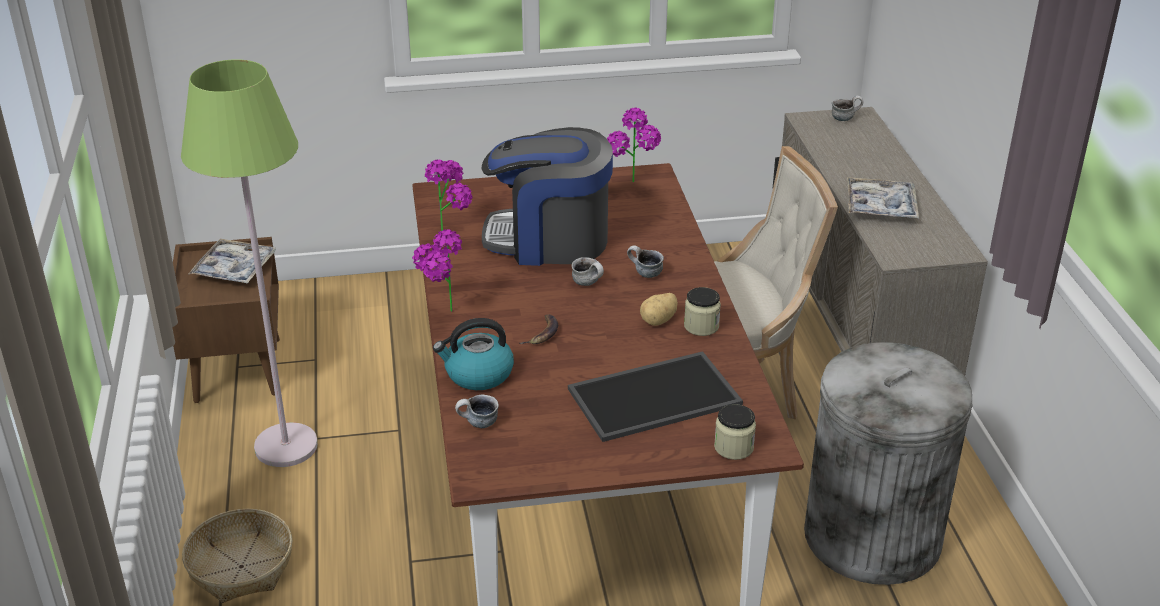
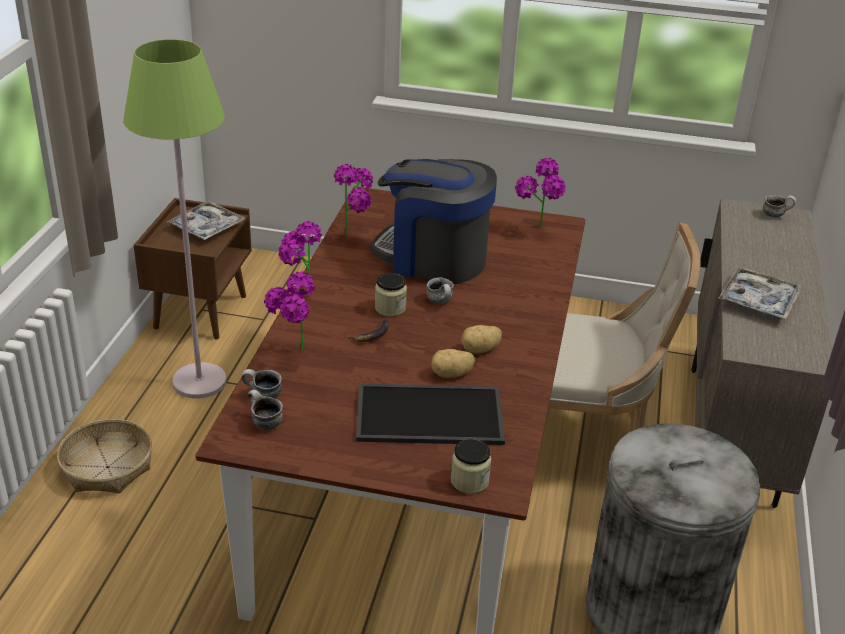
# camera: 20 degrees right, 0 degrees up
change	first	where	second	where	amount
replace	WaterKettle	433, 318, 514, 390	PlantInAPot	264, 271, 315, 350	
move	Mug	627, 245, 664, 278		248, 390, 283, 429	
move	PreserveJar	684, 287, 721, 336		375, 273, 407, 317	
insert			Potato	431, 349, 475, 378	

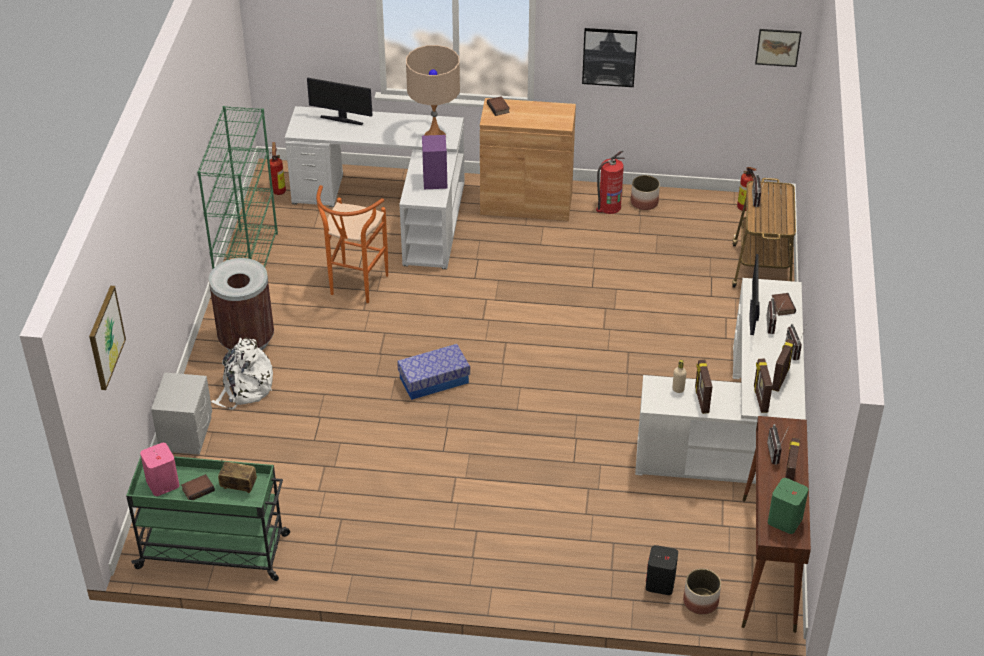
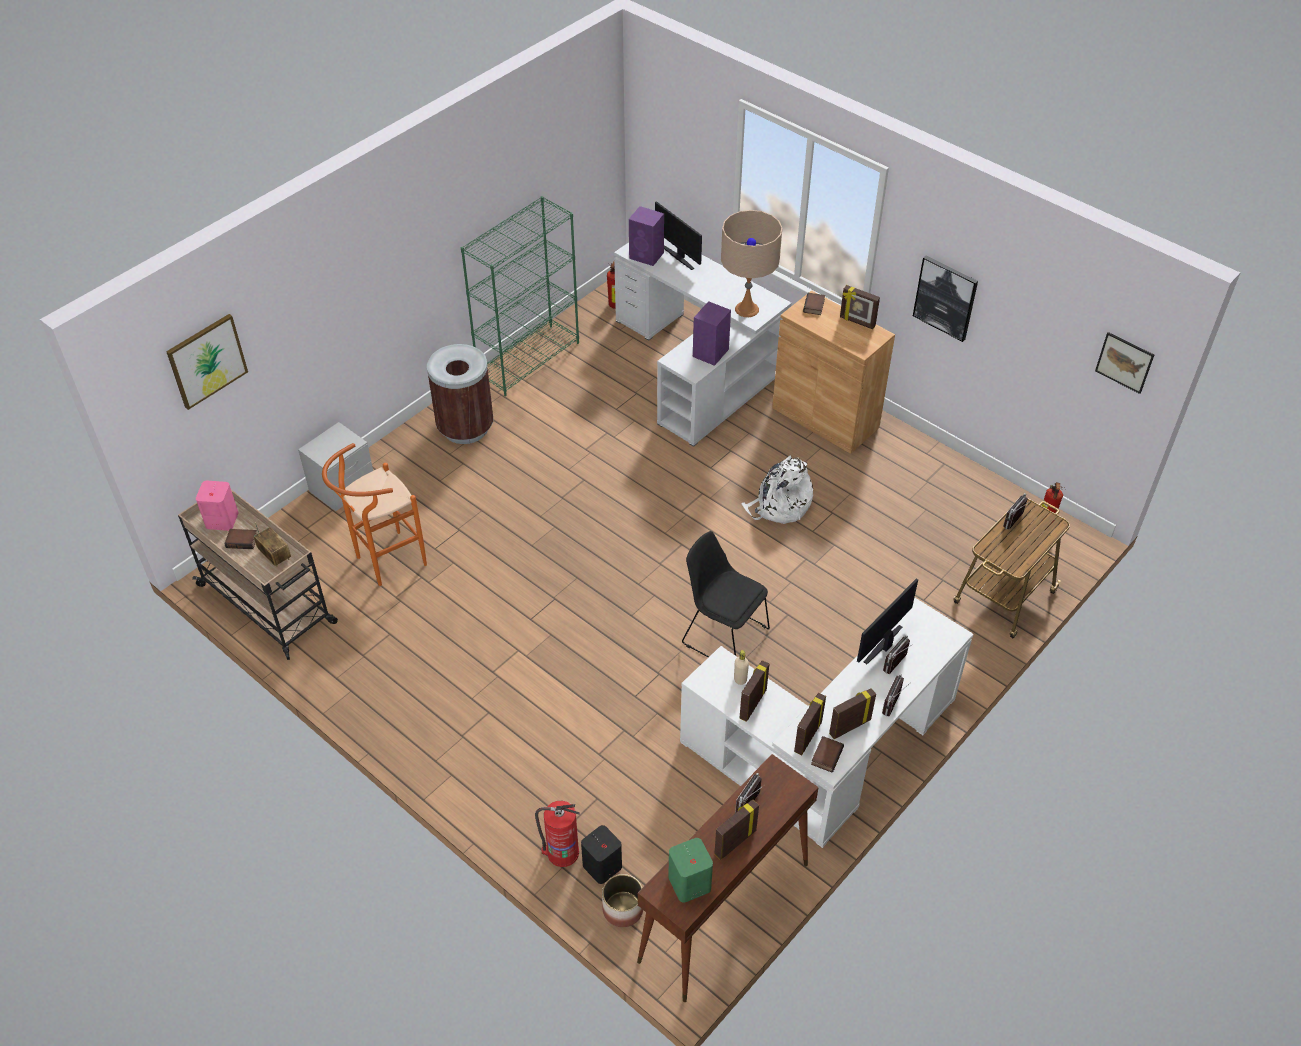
# camera: 35 degrees right, 5 degrees up
change	first	where	second	where	amount
recolor	GreenishWheeledCart	126, 456, 290, 581	BeigeWheeledCart	178, 490, 338, 660	
move	WhitishKnapsack	211, 338, 273, 410		741, 456, 813, 524	
move	OrangeColouredStool	316, 185, 388, 303		322, 443, 427, 586	
delete	StorageBin	397, 344, 470, 400			
move	FireExtinguisher	596, 151, 625, 214		535, 801, 580, 867	
delete	FlowerPot	631, 175, 660, 210			
move	BoundBook	771, 293, 796, 316		811, 736, 844, 772	
insert			PurpleAudioSpeaker	629, 206, 664, 266	
insert			BlackPlainChair	682, 531, 770, 657	
insert			PhotoFrame	840, 285, 880, 329	

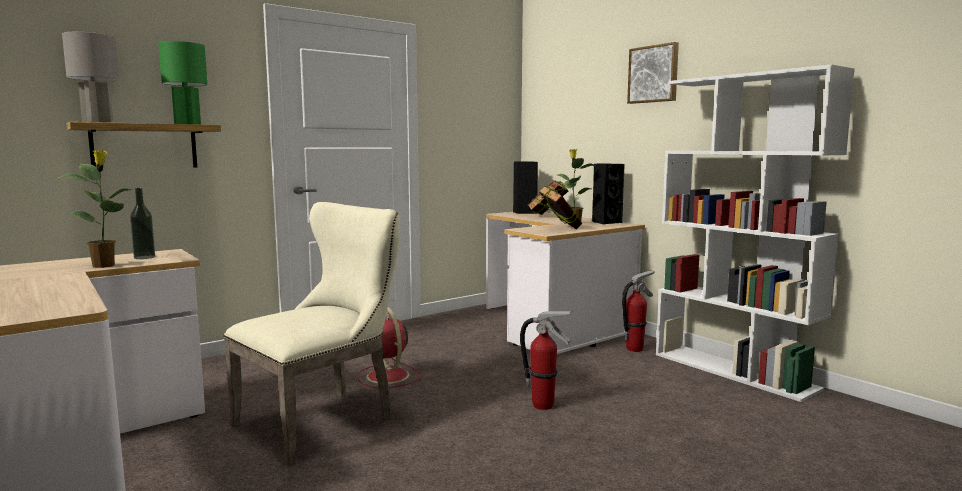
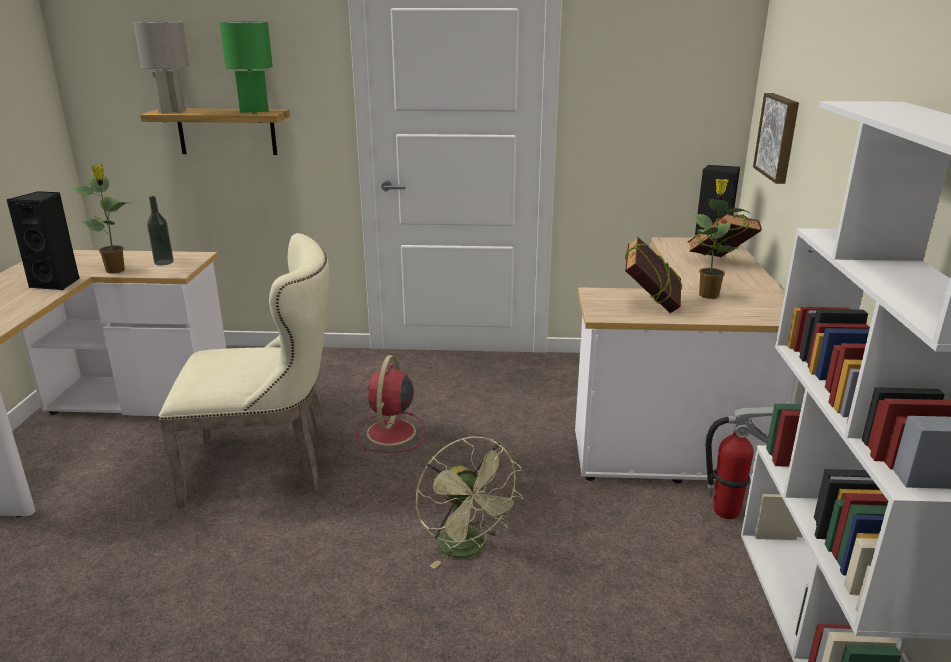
# camera: 40 degrees right, 15 degrees up
change	first	where	second	where	amount
replace	FireExtinguisher	520, 311, 573, 410	GreenishFan	416, 436, 523, 568	
move	BlackAudioSpeaker	592, 163, 625, 224		7, 191, 80, 291	
move	WallArt	627, 42, 679, 104		753, 93, 799, 184	

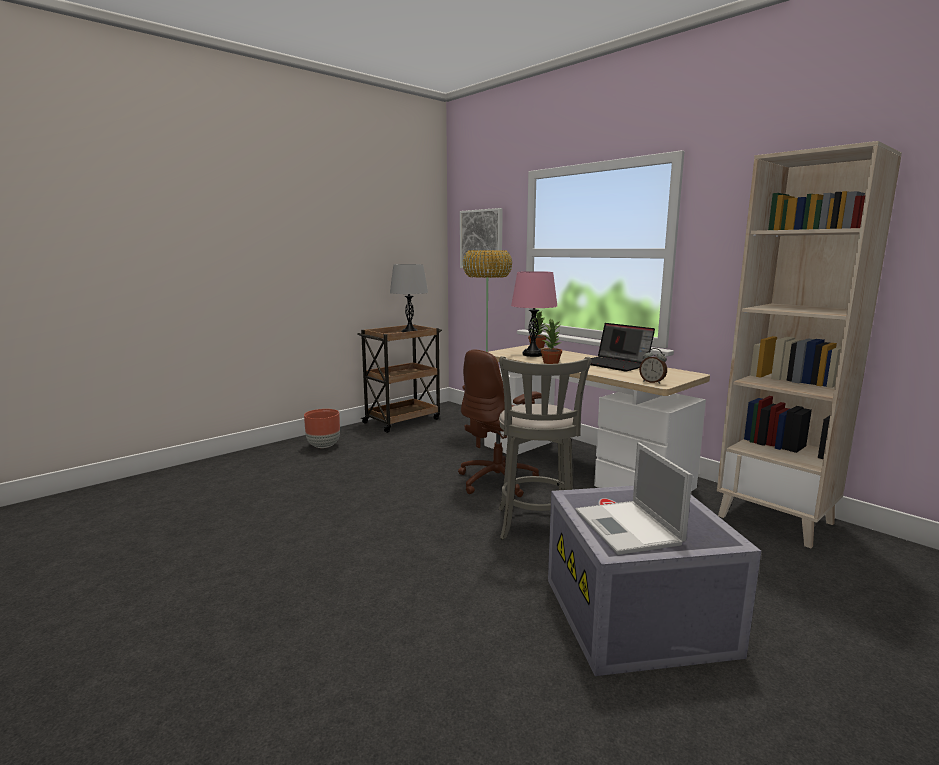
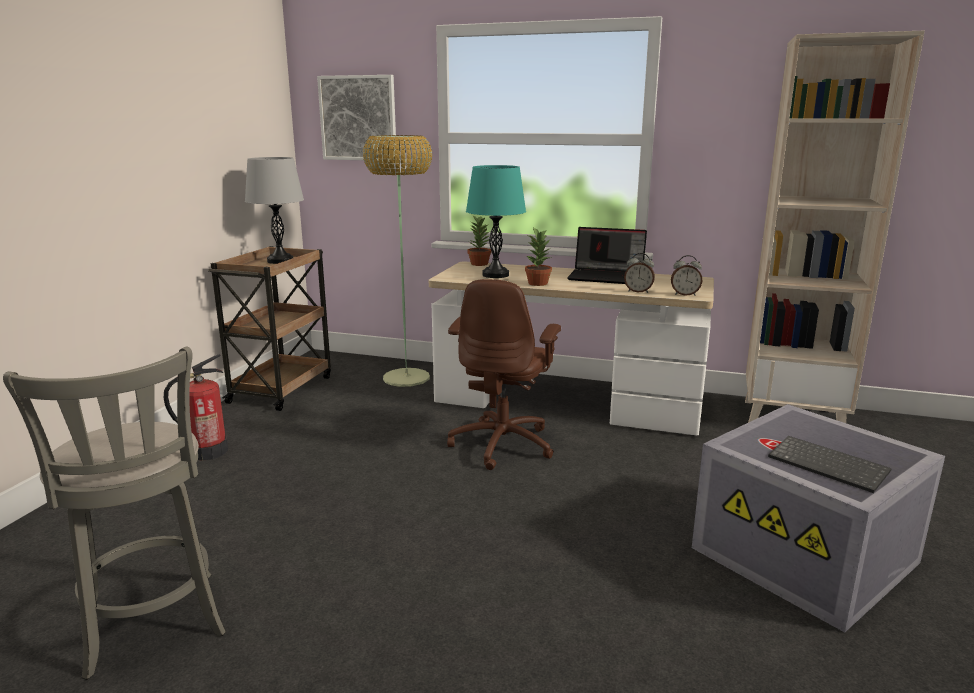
# camera: 30 degrees left, 5 degrees up
change	first	where	second	where	amount
replace	BrownFlowerPot	304, 409, 340, 448	FireExtinguisher	164, 354, 228, 461	
move	GreyStool	499, 356, 591, 540		3, 346, 226, 680	
recolor	PinkishTabletopLamp	511, 271, 557, 357	TurquoiseTabletopLamp	466, 165, 526, 278	
replace	Laptop	576, 442, 693, 555	Keyboard	768, 436, 892, 493	
insert			BedsideClock	624, 253, 655, 293	

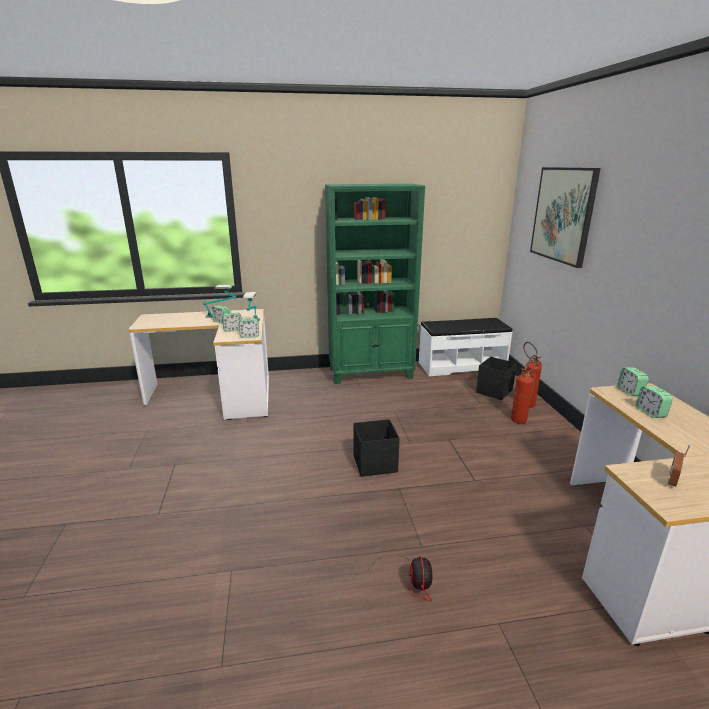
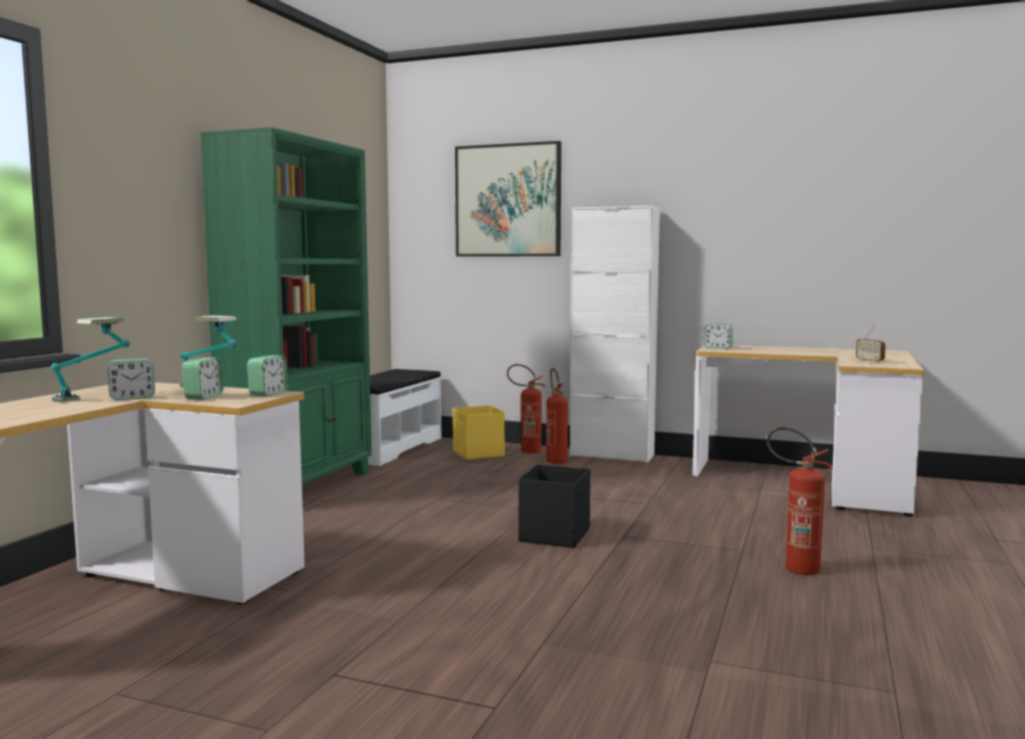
# camera: 60 degrees left, 15 degrees down
change	first	where	second	where	amount
replace	Fan	351, 556, 432, 601	FireExtinguisher	767, 427, 833, 575	
recolor	BlackStorageBin	476, 357, 517, 400	YellowColouredStorageBin	453, 405, 505, 460	
delete	BedsideClock	636, 386, 673, 418			
insert			WhitishCabinet	570, 205, 660, 463	

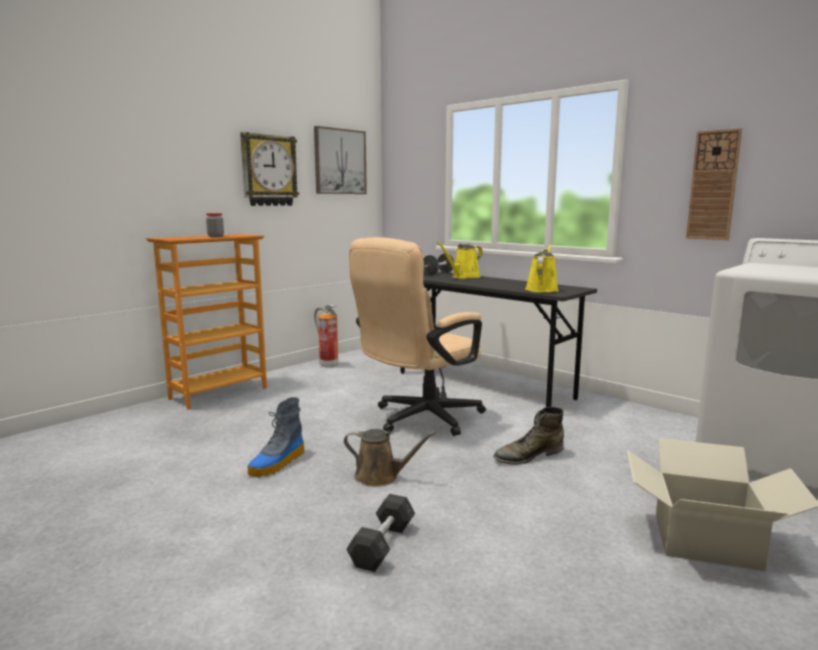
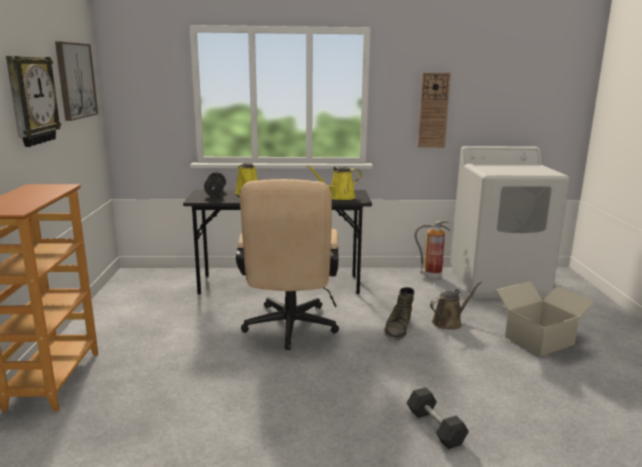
# camera: 45 degrees left, 5 degrees up
change	first	where	second	where	amount
delete	PreserveJar	206, 213, 224, 237			
delete	TallBoot	248, 397, 304, 477			
move	FireExtinguisher	314, 305, 338, 368		415, 221, 450, 280	
move	BrownWateringCan	344, 429, 436, 487		430, 281, 482, 329	
rotate	YellowColouredWateringCan	525, 244, 559, 292		307, 166, 361, 200	90 degrees counterclockwise

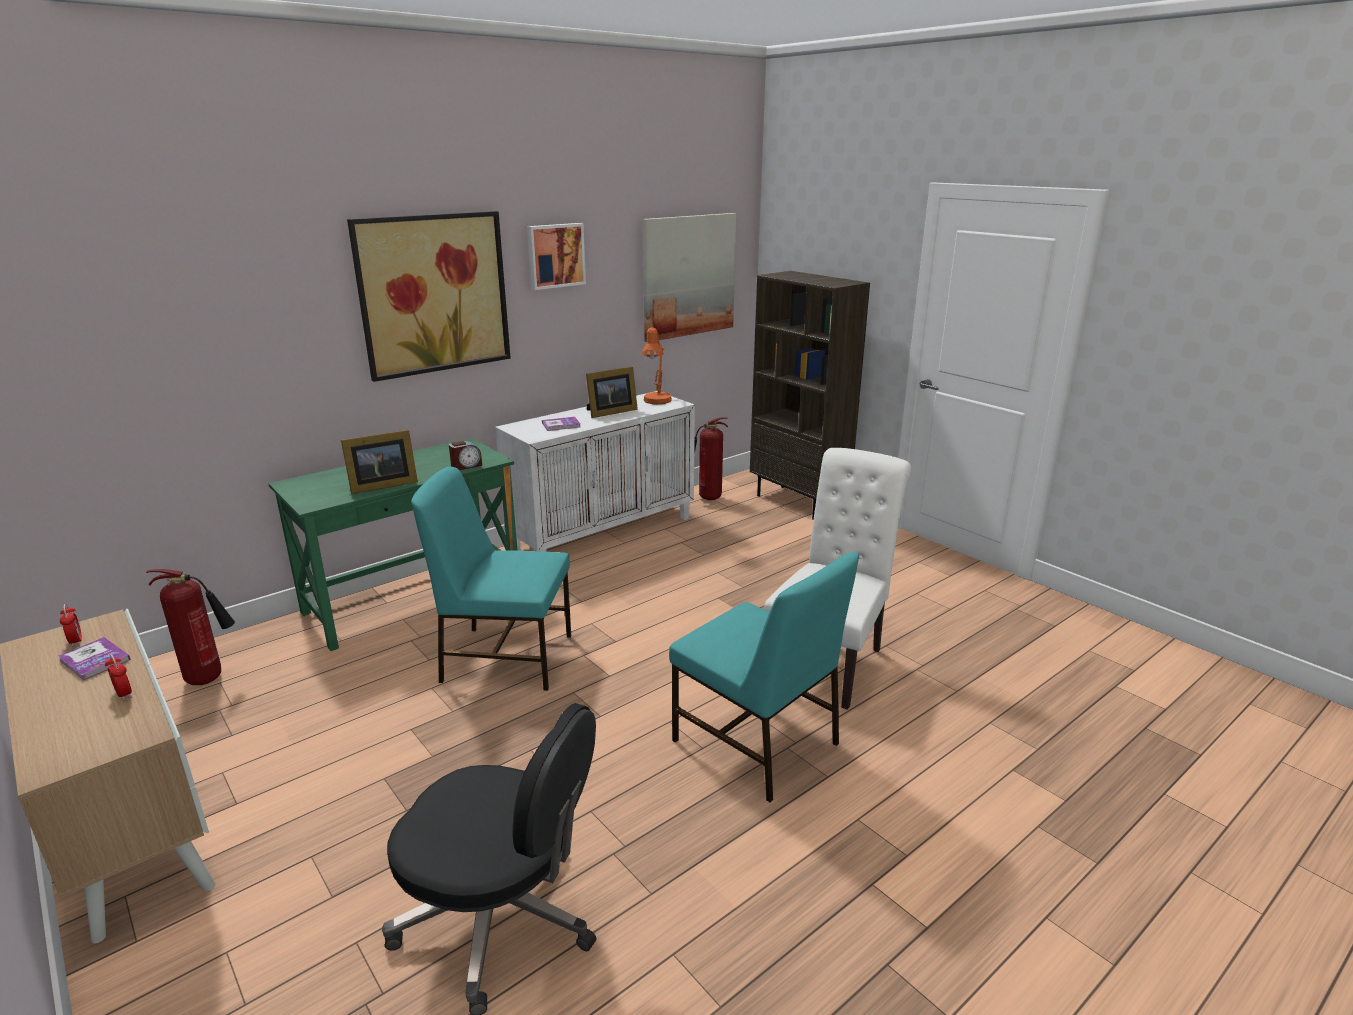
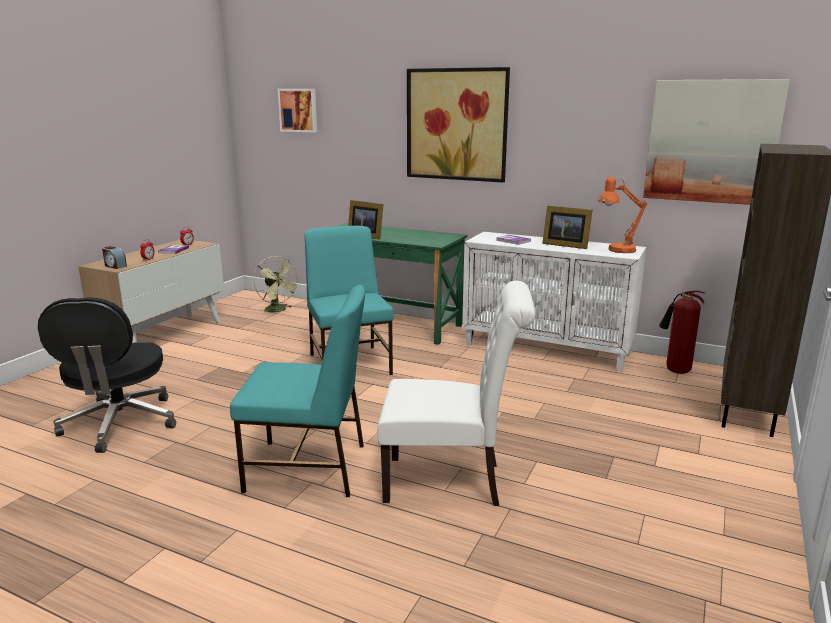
# camera: 65 degrees right, 5 degrees down
change	first	where	second	where	amount
replace	FireExtinguisher	146, 569, 235, 685	GreenishFan	254, 256, 301, 315	
move	BedsideClock	449, 441, 482, 470		102, 246, 127, 269	
move	WallArt	527, 223, 586, 290		278, 89, 317, 132	
rotate	TurquoisePlainChair	669, 552, 859, 802		230, 285, 365, 497	105 degrees counterclockwise

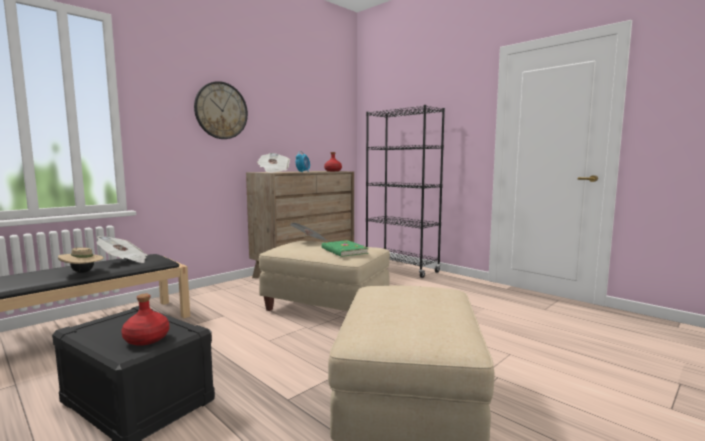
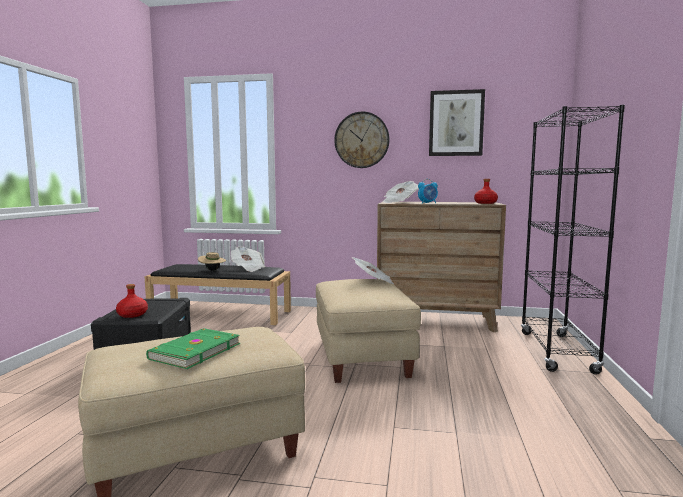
# camera: 55 degrees right, 0 degrees up
change	first	where	second	where	amount
move	GreenishBoundBook	321, 240, 368, 257		146, 328, 240, 369	
insert			WallArt	429, 89, 485, 156	

